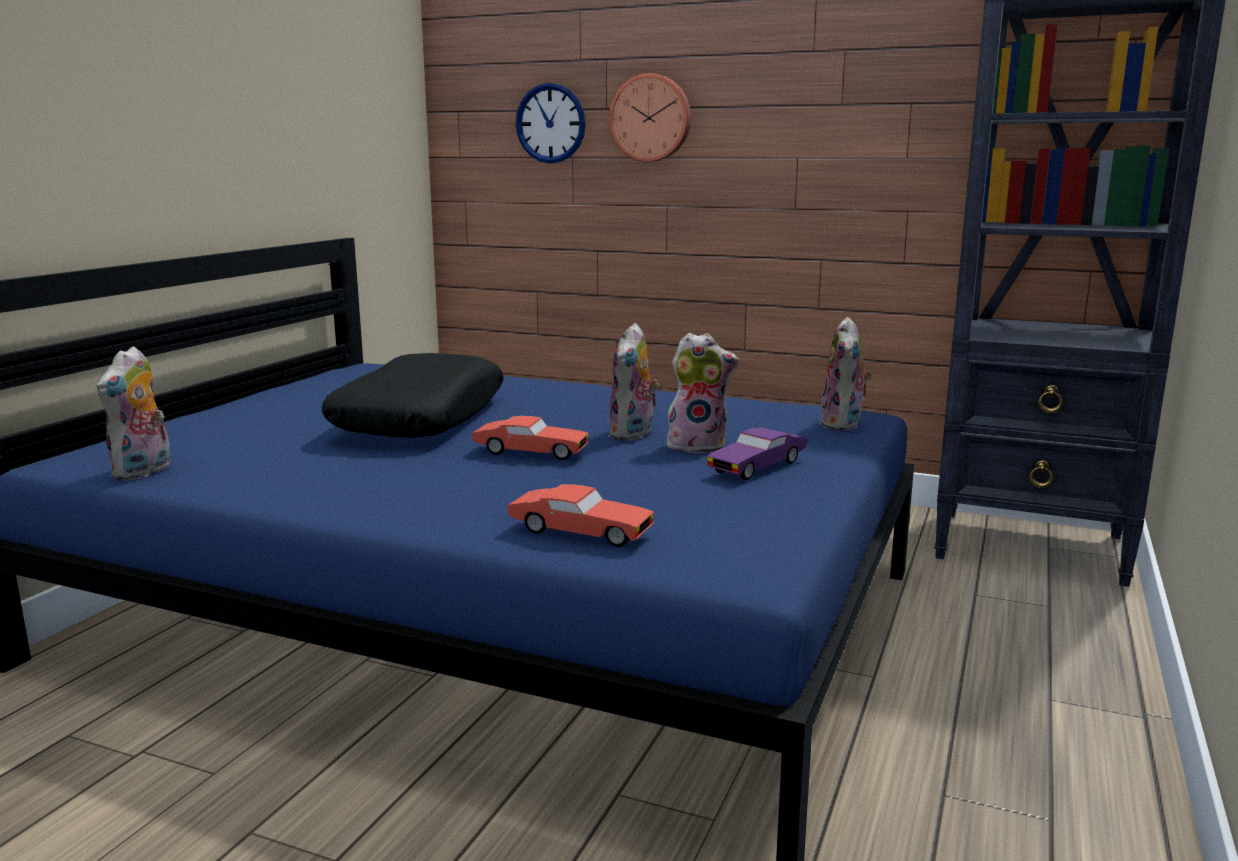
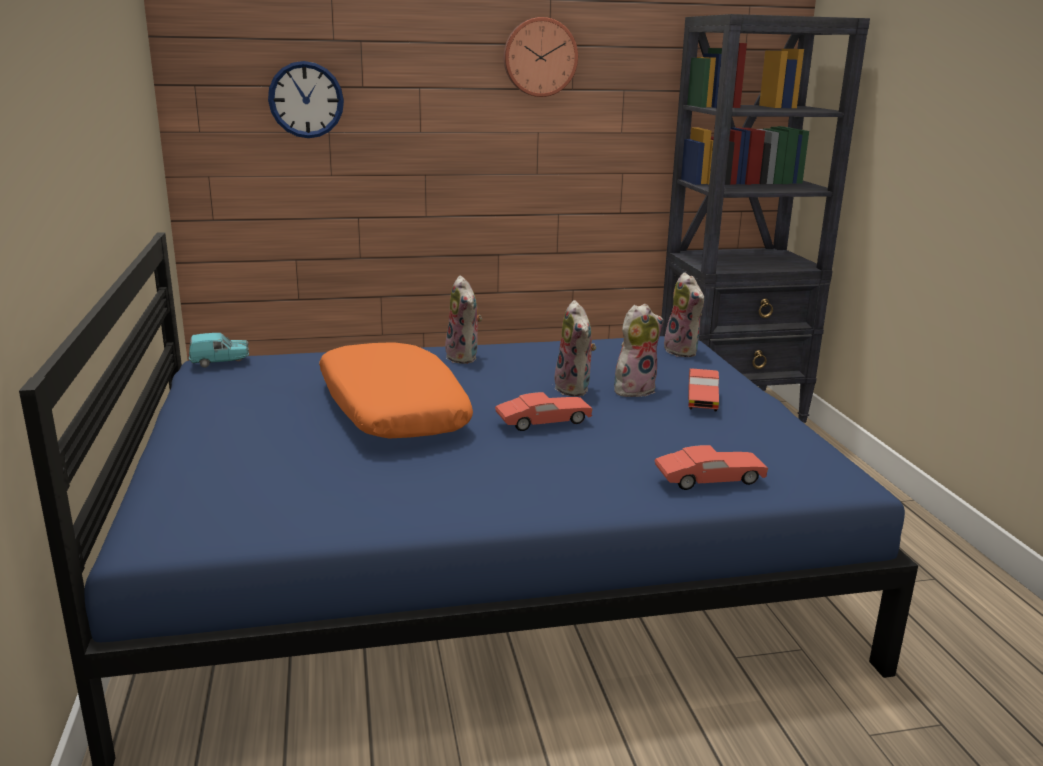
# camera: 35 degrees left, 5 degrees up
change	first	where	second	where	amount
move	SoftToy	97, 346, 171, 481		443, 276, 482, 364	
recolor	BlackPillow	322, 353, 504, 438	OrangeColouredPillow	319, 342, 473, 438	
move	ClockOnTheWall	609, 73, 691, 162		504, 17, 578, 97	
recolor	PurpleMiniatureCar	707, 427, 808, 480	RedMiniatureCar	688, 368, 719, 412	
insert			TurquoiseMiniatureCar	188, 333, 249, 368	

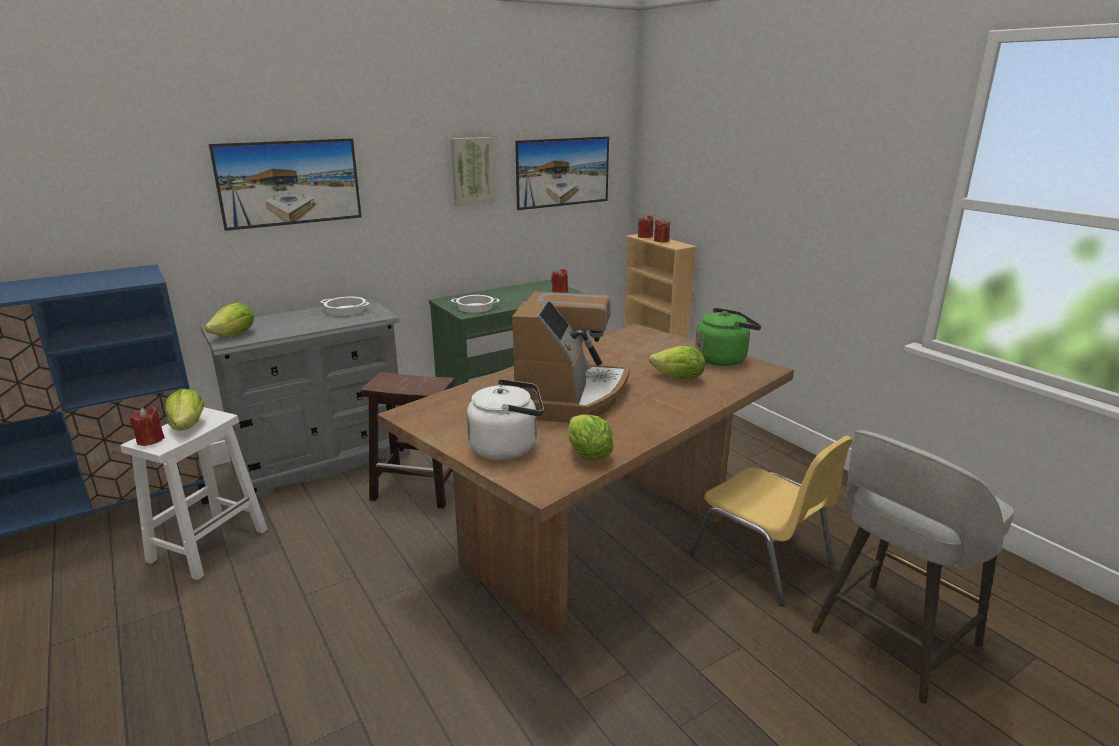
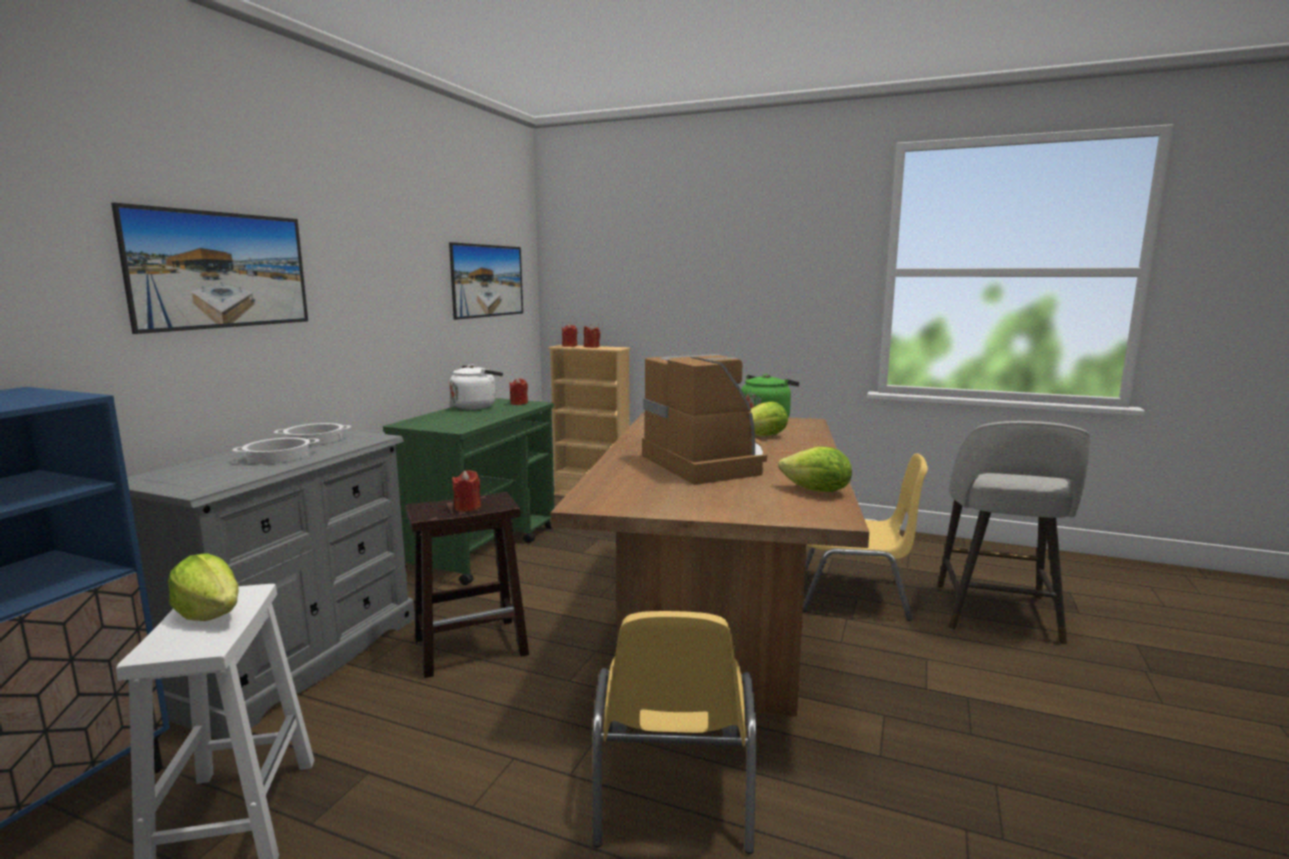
# camera: 35 degrees left, 10 degrees down
change	first	where	second	where	amount
move	RedWaxLight	130, 407, 165, 446		452, 470, 481, 512	
delete	Lettuce	204, 302, 254, 336			
delete	WallArt	451, 137, 495, 206			
move	CookingPot	451, 295, 500, 313		232, 437, 320, 464	
move	WhitishWaterKettle	467, 379, 544, 460		450, 364, 503, 410	
insert			YellowColouredPlainChair	593, 611, 757, 854	

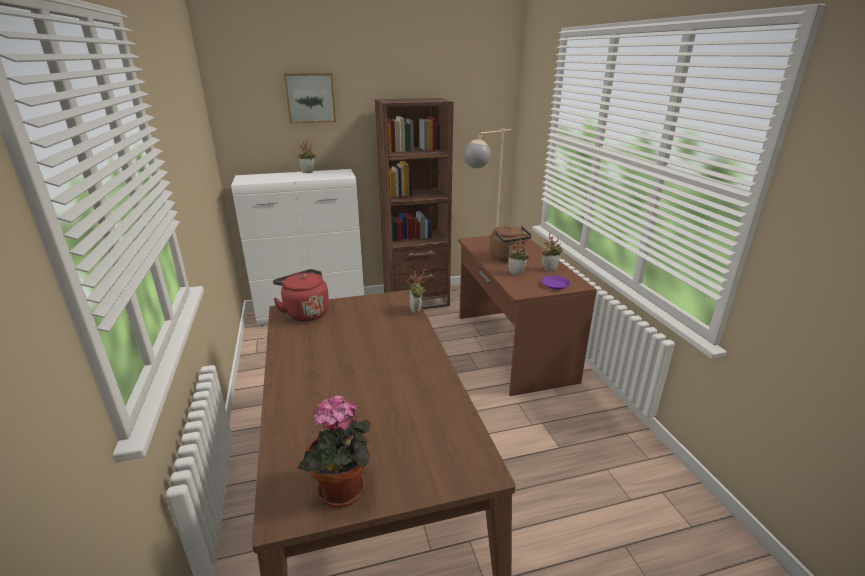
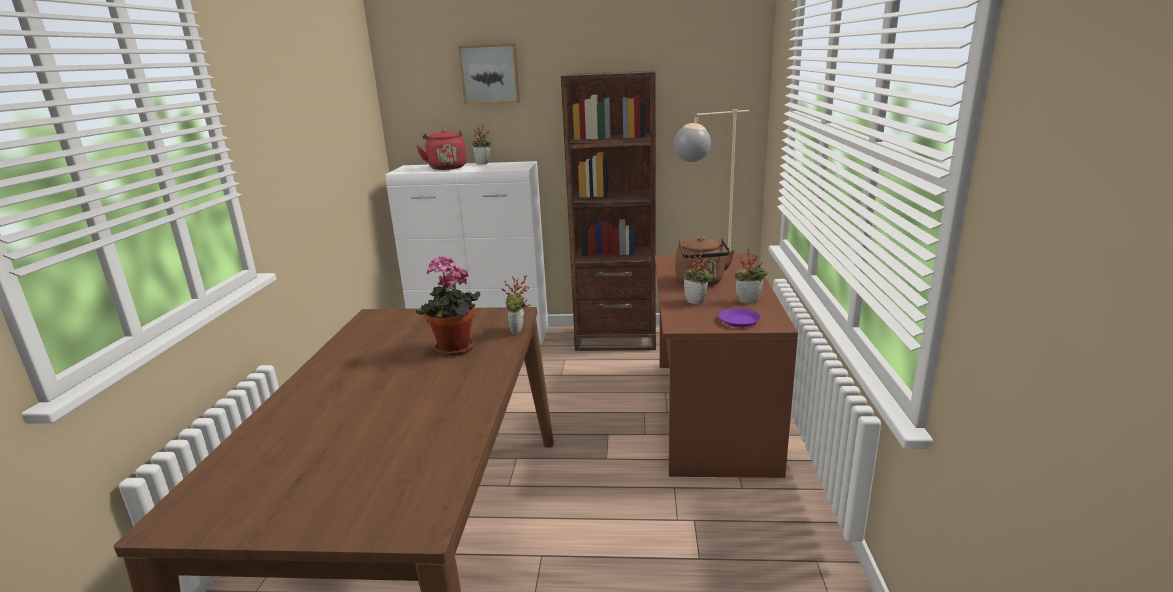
# camera: 20 degrees right, 5 degrees down
change	first	where	second	where	amount
move	RedWaterKettle	273, 269, 329, 321		417, 129, 466, 170	
move	PlantInAPot	298, 395, 370, 508		416, 256, 480, 356	

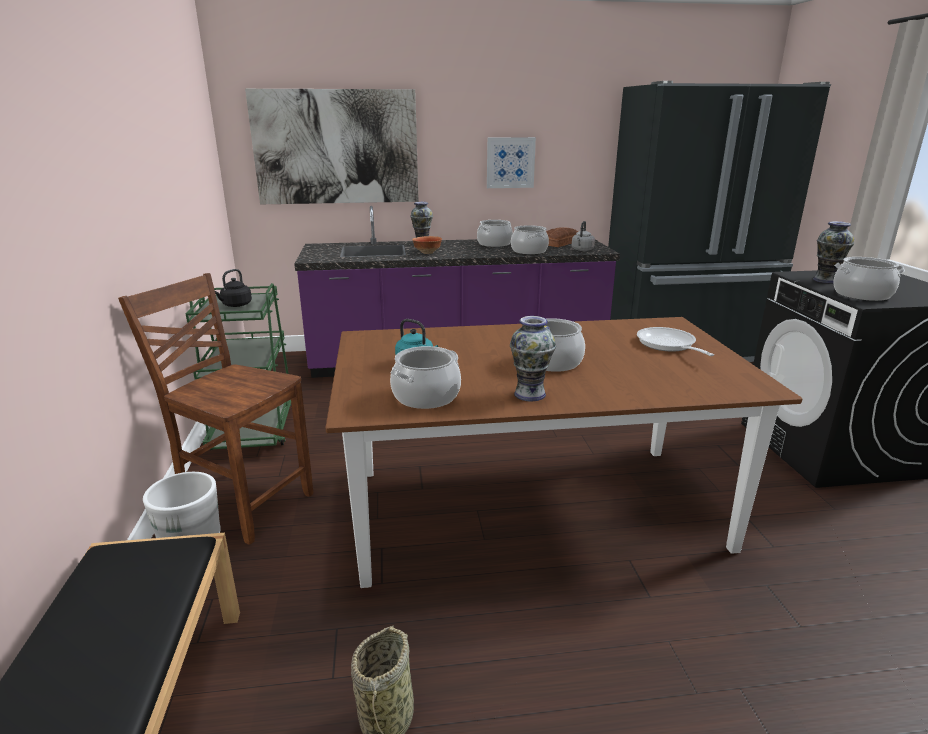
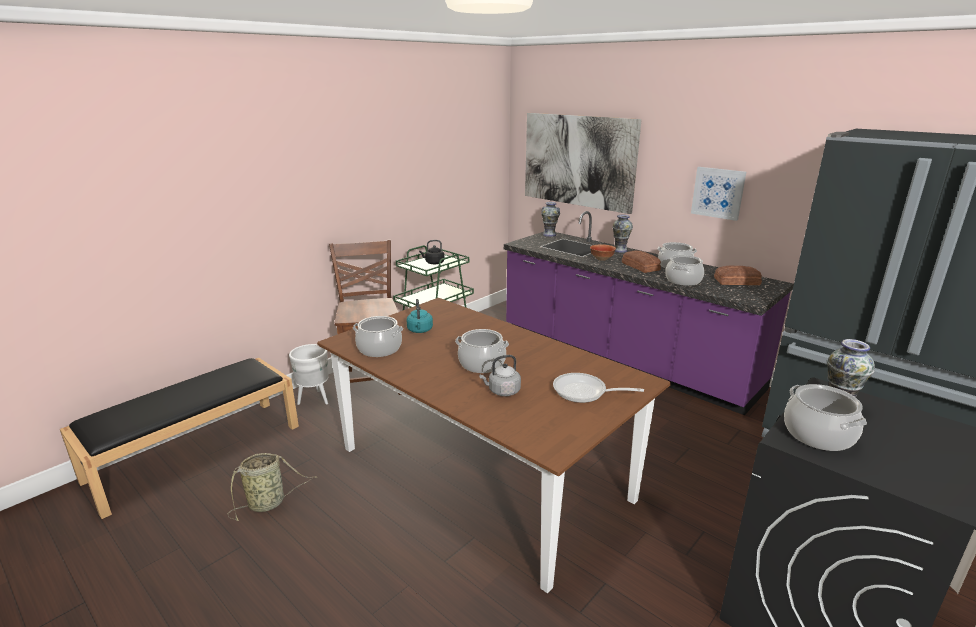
# camera: 50 degrees right, 0 degrees up
change	first	where	second	where	amount
move	DecorativeVase	510, 316, 556, 401		541, 202, 560, 237	
move	GreyWaterKettle	572, 221, 595, 251		479, 355, 521, 396	
rotate	Skillet	637, 327, 714, 356		553, 373, 644, 403	105 degrees counterclockwise
insert			BakeryBread	622, 250, 661, 273	

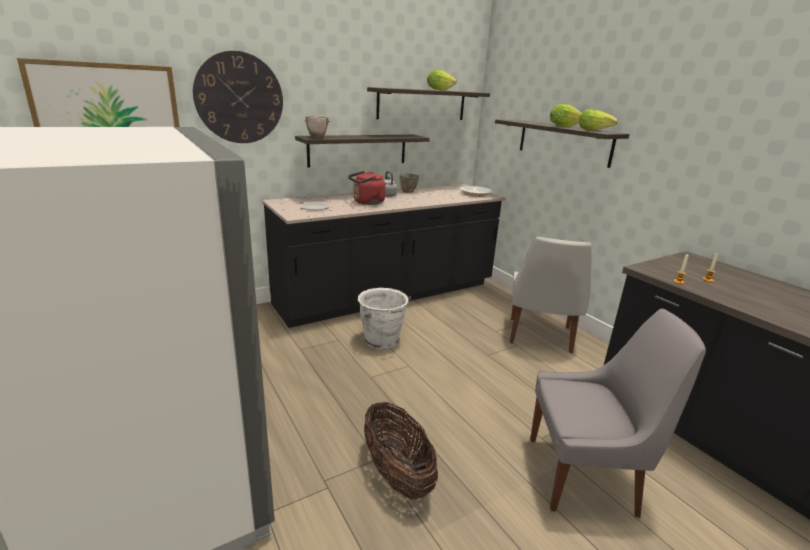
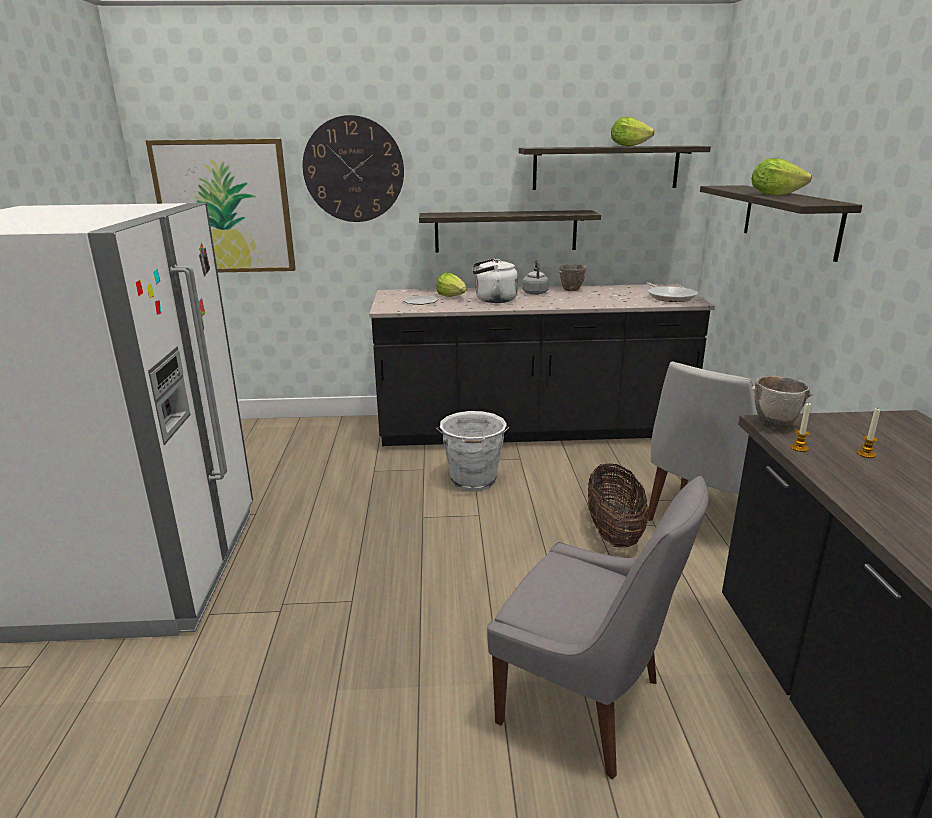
# camera: 30 degrees right, 0 degrees up
change	first	where	second	where	amount
move	ServingBowl	304, 116, 330, 138		751, 376, 813, 430	
recolor	RedWaterKettle	348, 171, 386, 205	WhitishWaterKettle	473, 258, 518, 303	
move	Basket	364, 402, 438, 499		588, 463, 649, 548	
move	Lettuce	579, 109, 618, 130		436, 273, 466, 297	

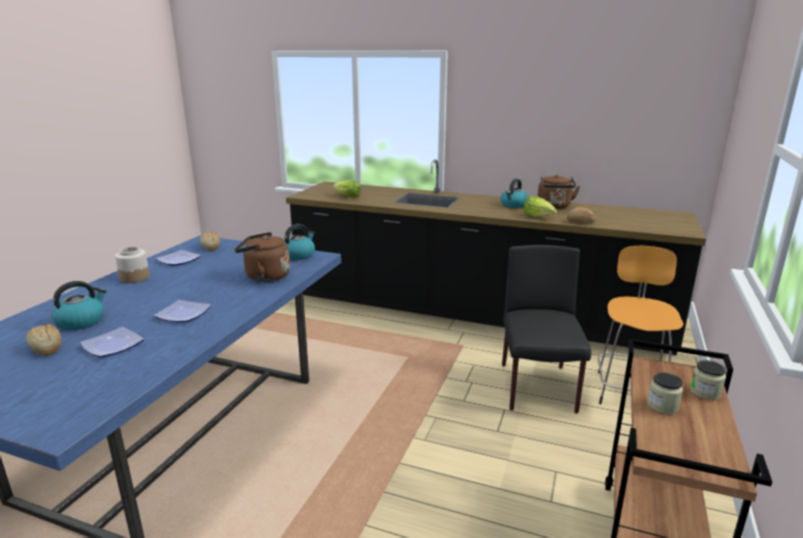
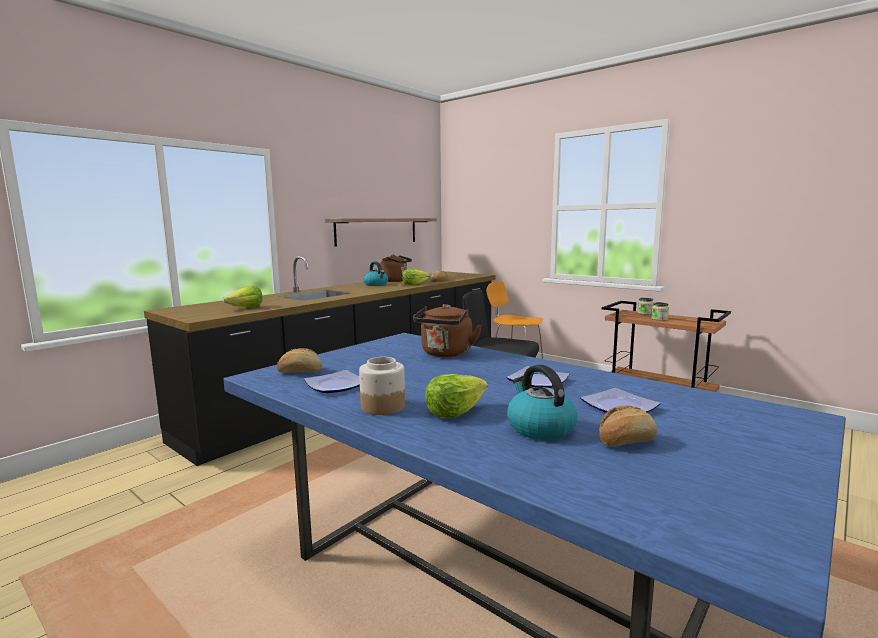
# camera: 70 degrees left, 10 degrees down
change	first	where	second	where	amount
delete	WaterKettle	284, 224, 315, 260			
insert			Shelf	325, 218, 437, 247	
insert			Lettuce	425, 374, 488, 418	

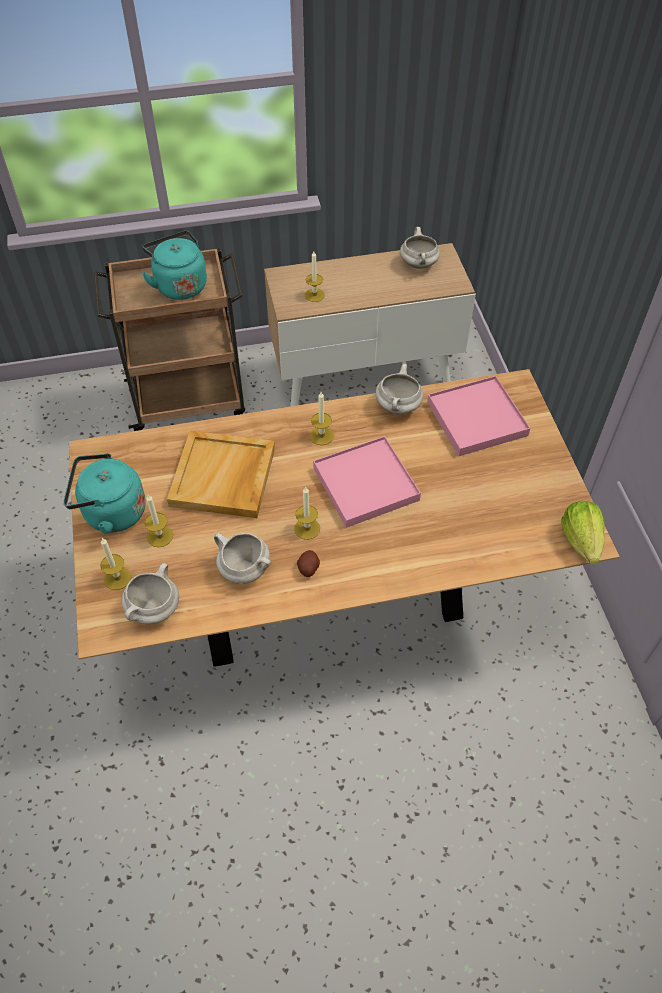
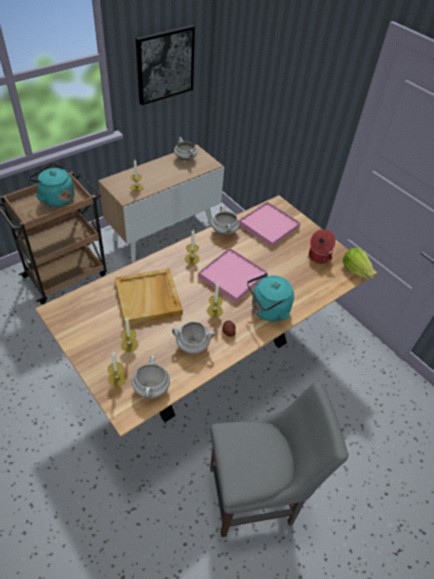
# camera: 30 degrees left, 5 degrees down
change	first	where	second	where	amount
move	TurquoiseWaterKettle	64, 453, 146, 534		247, 273, 294, 322	
insert			WallArt	136, 25, 195, 105	
insert			GreyPlainChair	210, 382, 348, 537	
insert			CookingPot	309, 229, 336, 264	

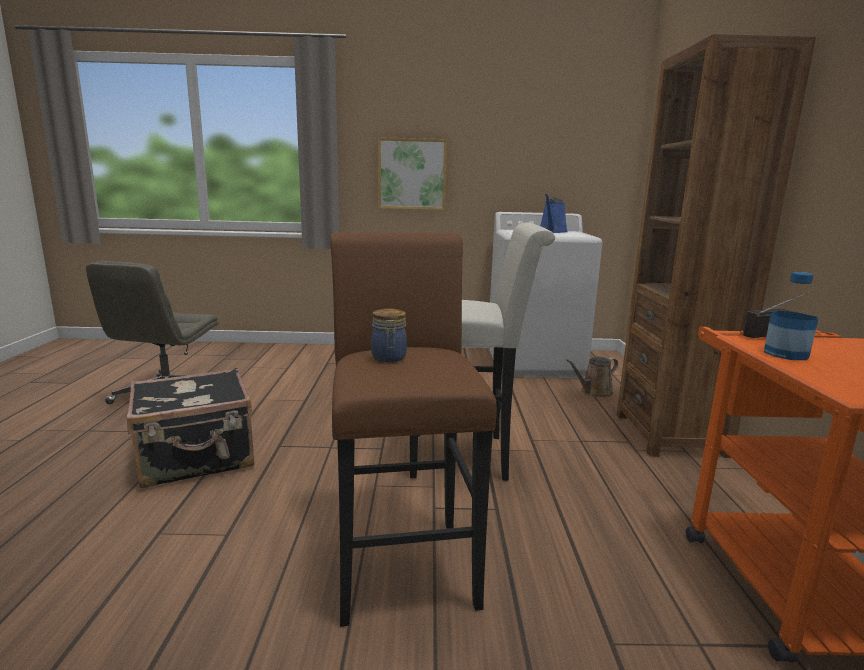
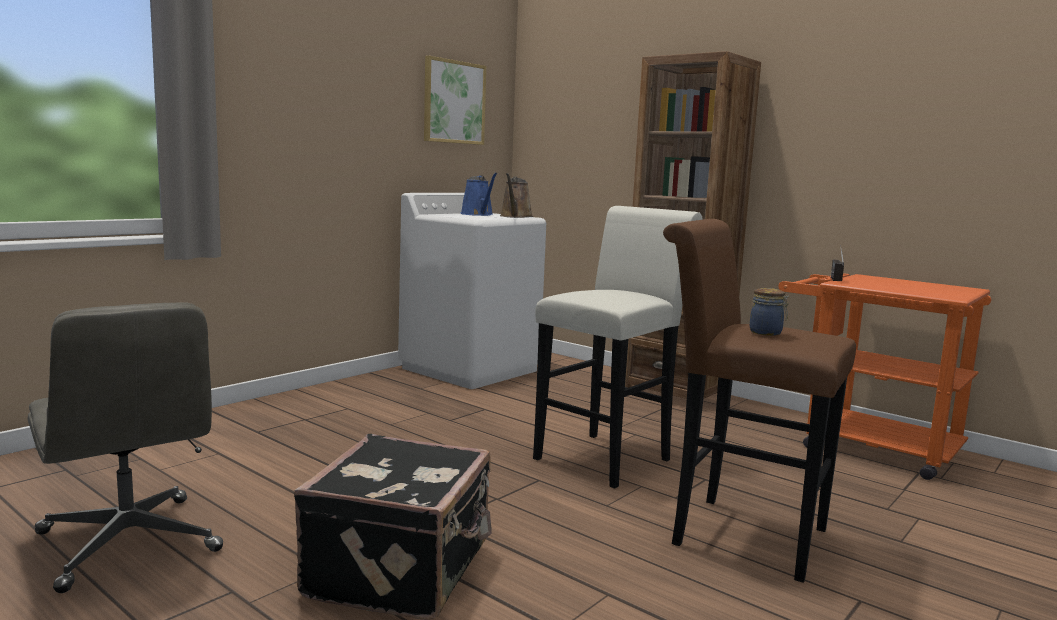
# camera: 50 degrees left, 5 degrees down
change	first	where	second	where	amount
move	WallArt	378, 137, 447, 210		424, 56, 486, 145	
move	BrownWateringCan	566, 356, 618, 397		500, 173, 533, 218	
delete	BeverageBottle	764, 272, 818, 360			

